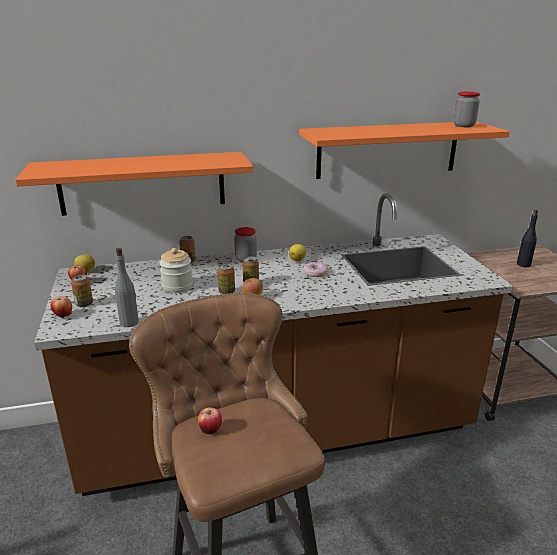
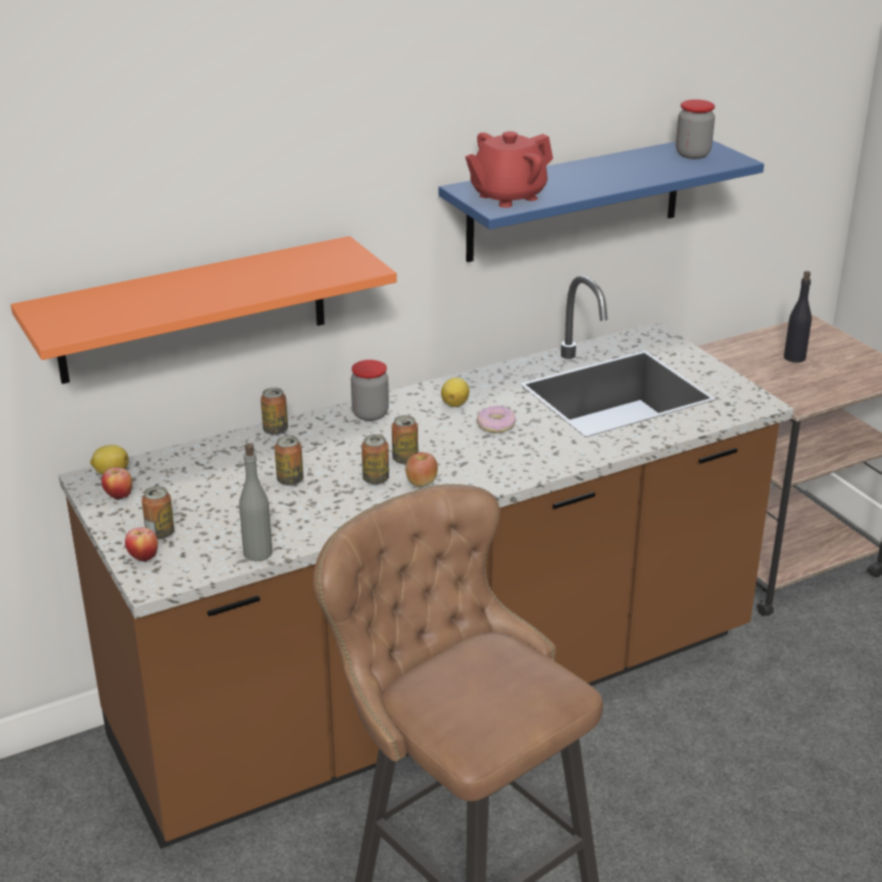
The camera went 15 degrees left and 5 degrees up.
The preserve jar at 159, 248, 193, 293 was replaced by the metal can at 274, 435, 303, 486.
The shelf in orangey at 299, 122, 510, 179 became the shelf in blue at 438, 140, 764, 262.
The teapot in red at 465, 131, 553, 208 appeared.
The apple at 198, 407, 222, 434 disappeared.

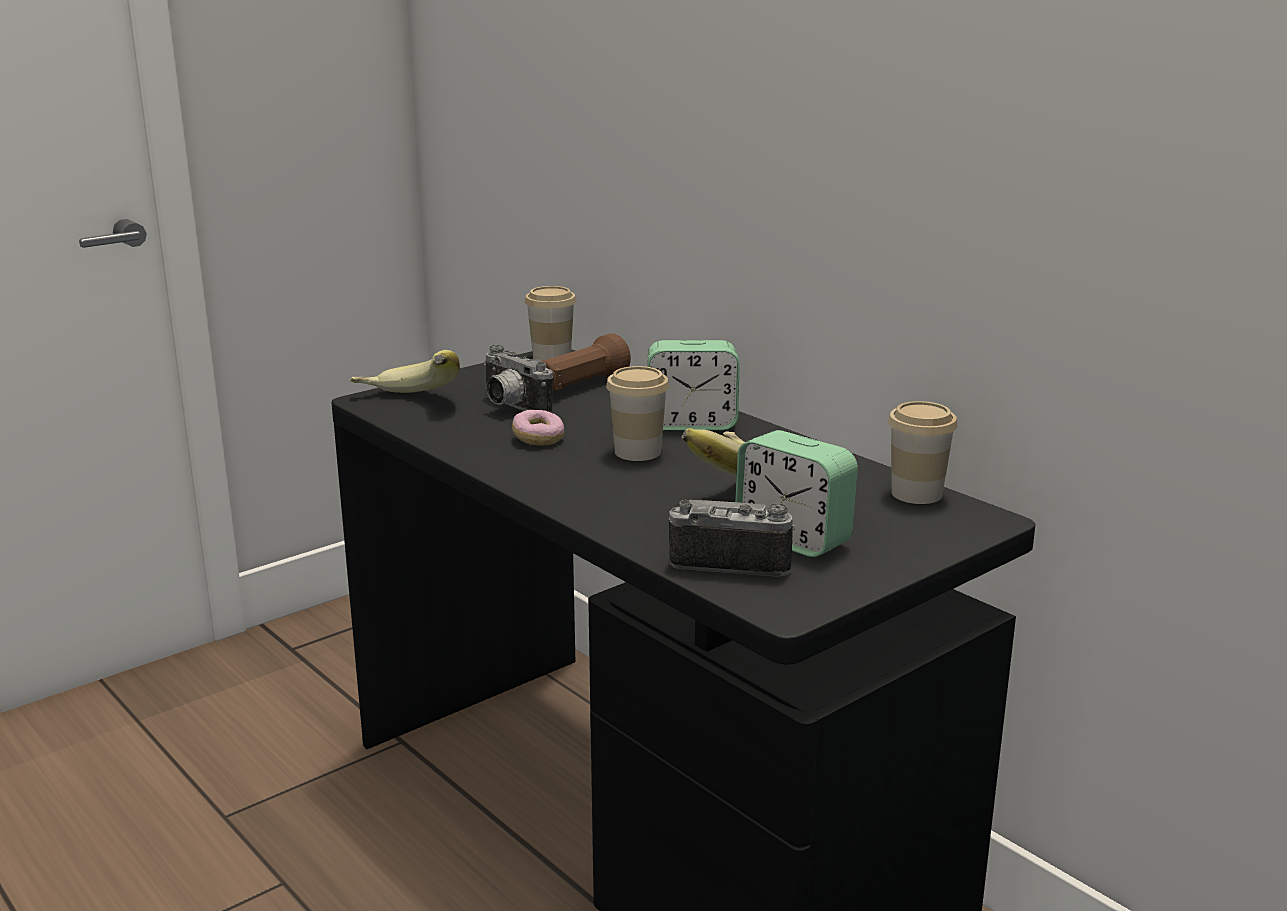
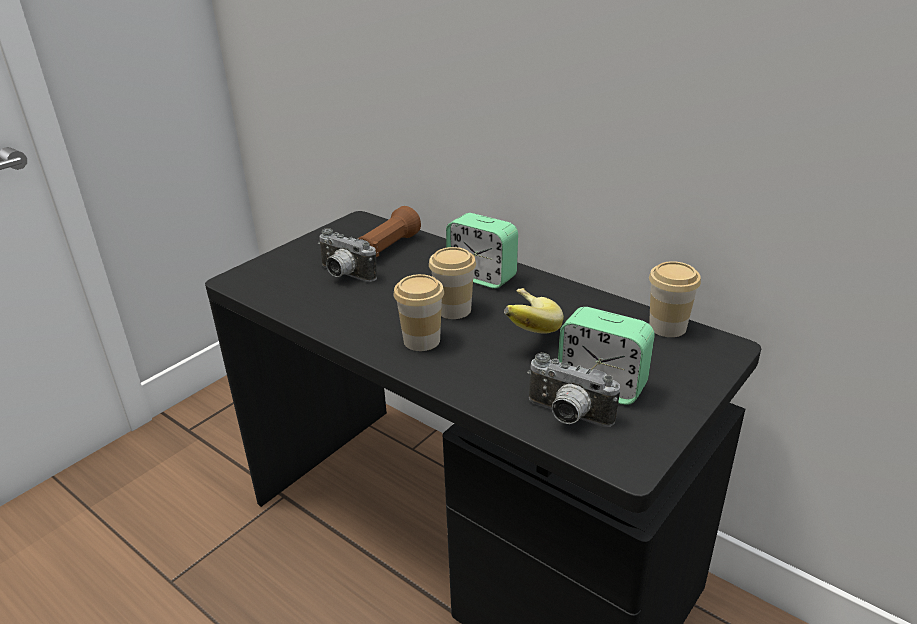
The camera went 10 degrees left and 10 degrees up.
The cup moved from 525, 286, 576, 361 to 393, 274, 444, 351.
The table clock at 647, 340, 740, 431 turned 45 degrees clockwise.
The still camera at 669, 500, 795, 577 turned 150 degrees counterclockwise.
The whole banana at 350, 350, 460, 393 disappeared.
The doughnut at 512, 410, 564, 446 disappeared.

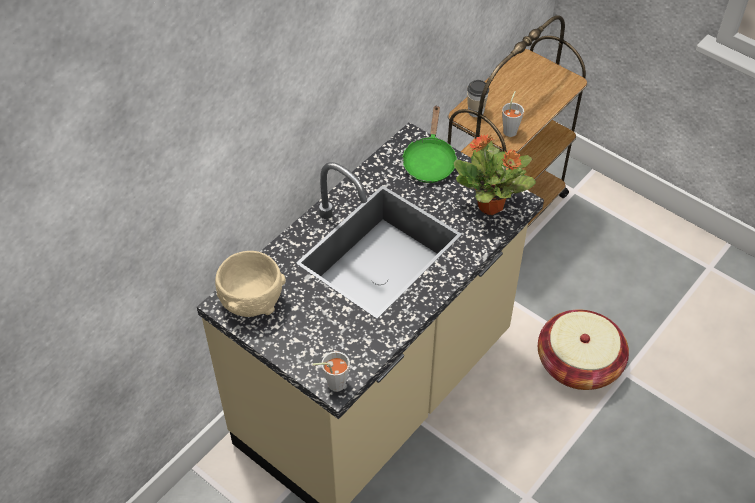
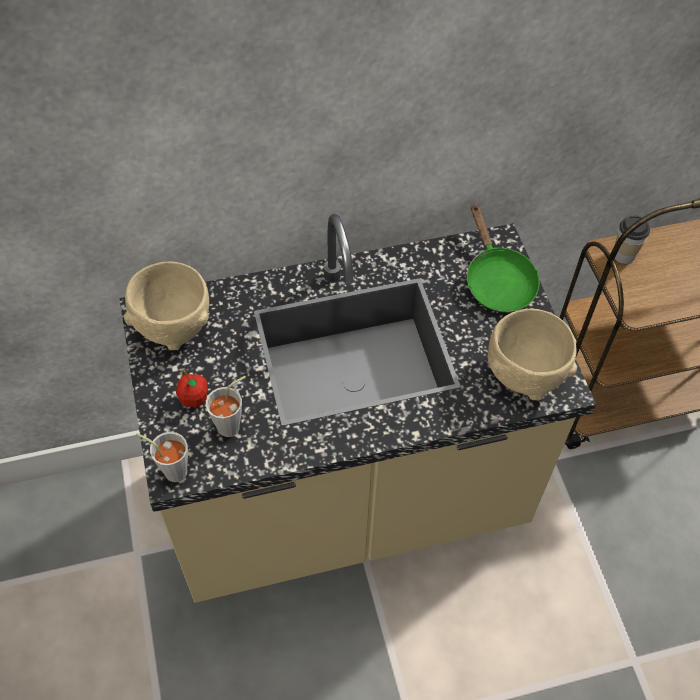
The camera went 35 degrees right and 5 degrees up.
The apple at 176, 370, 208, 407 appeared.
The cup in greyish moved from 502, 91, 524, 137 to 206, 376, 246, 437.
The frying pan in green at 402, 105, 457, 183 turned 60 degrees counterclockwise.
The houseplant at 454, 134, 536, 215 was replaced by the bowl in sand-coloured at 488, 308, 577, 400.
The basket at 538, 310, 629, 390 disappeared.

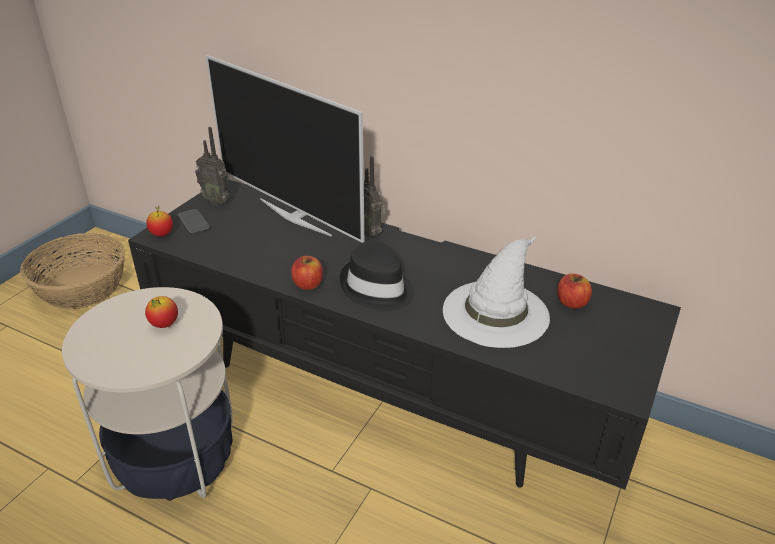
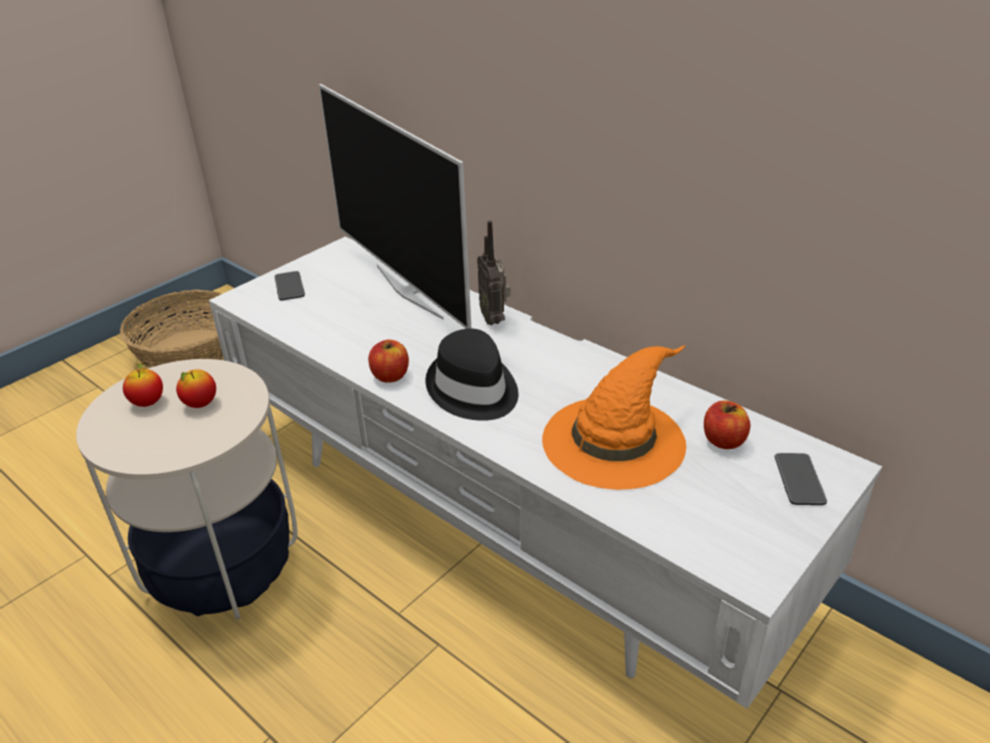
The camera went 15 degrees right and 0 degrees up.
The apple moved from 146, 206, 173, 237 to 123, 361, 163, 407.
The media console in black-coloured at 128, 179, 681, 490 became the media console in whitish at 209, 237, 882, 709.
The clothing hat in whitish at 443, 237, 550, 348 became the clothing hat in orangey at 542, 344, 686, 490.
The telephone at 775, 453, 827, 505 appeared.
The radio receiver at 195, 127, 229, 206 disappeared.

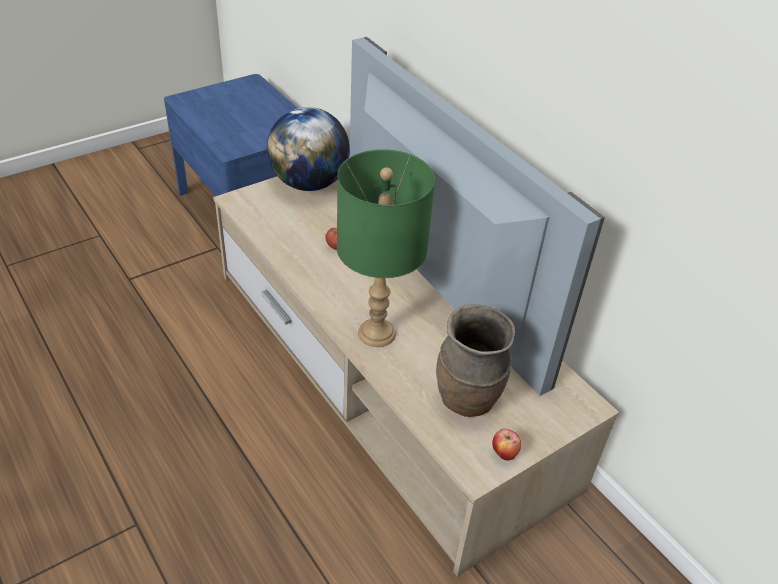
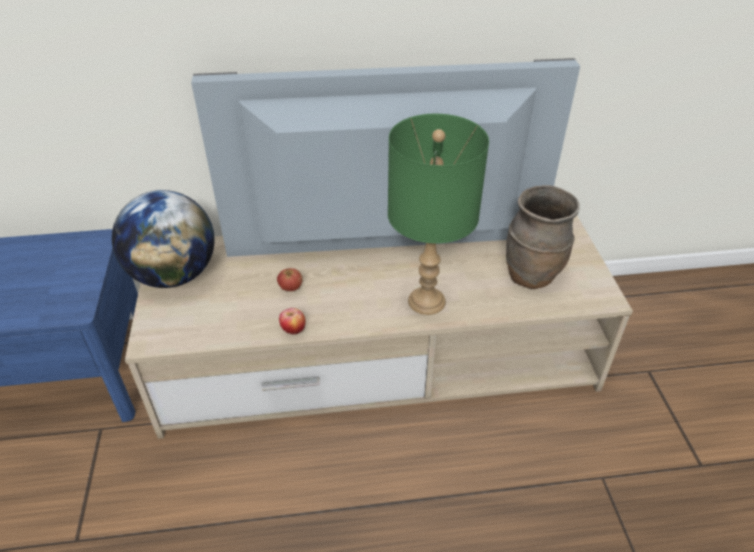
The camera went 60 degrees left and 0 degrees up.
The apple moved from 492, 429, 521, 460 to 279, 308, 306, 334.

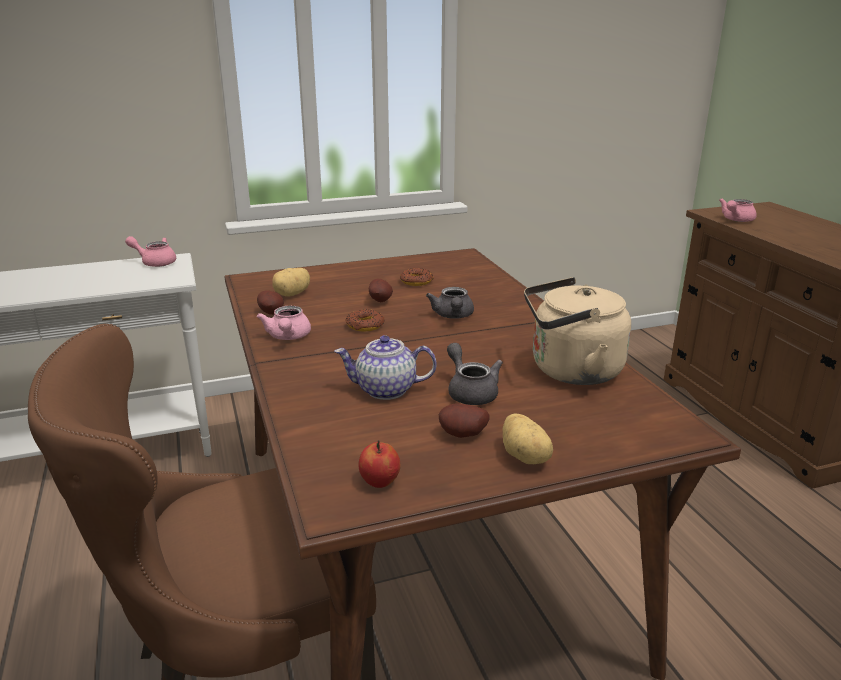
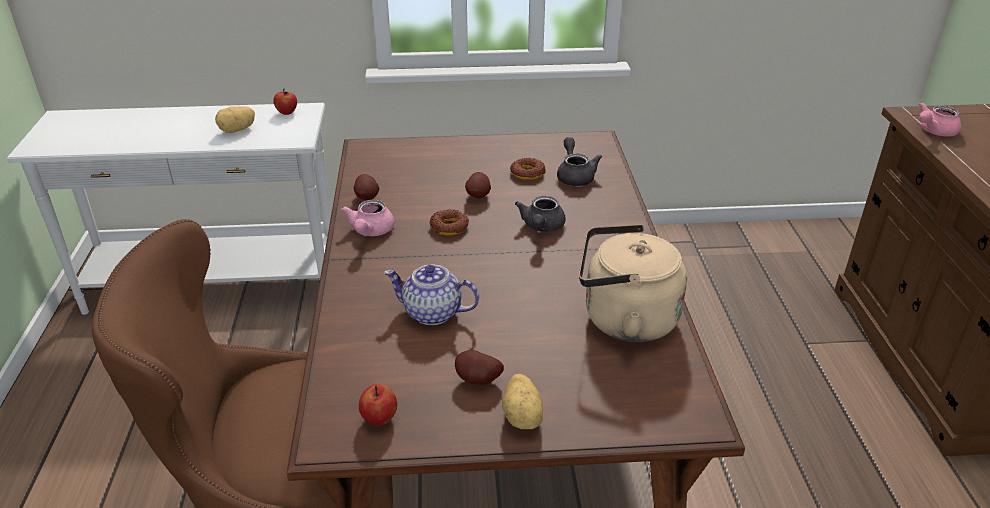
The camera went 15 degrees right and 10 degrees up.
The spud moved from 272, 268, 310, 297 to 215, 106, 255, 133.
The teapot in pinkish at 125, 236, 176, 267 was replaced by the apple at 273, 88, 297, 115.
The teapot in greyish moved from 447, 343, 503, 405 to 557, 137, 602, 186.

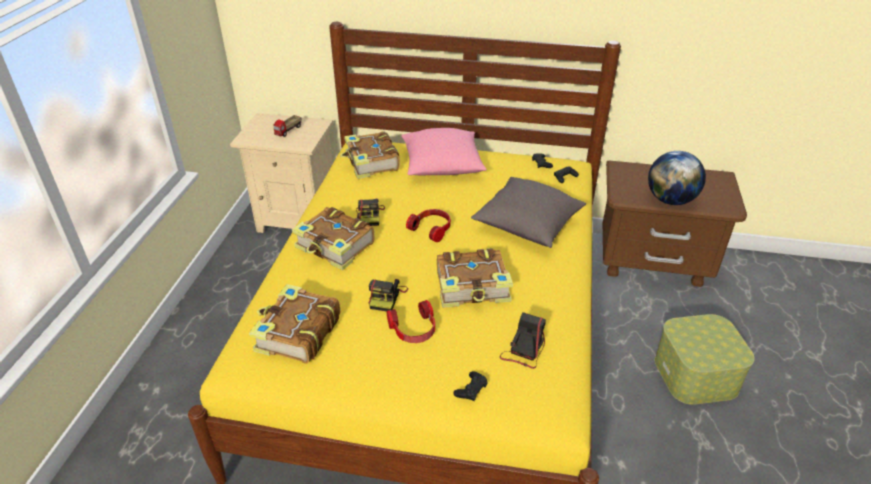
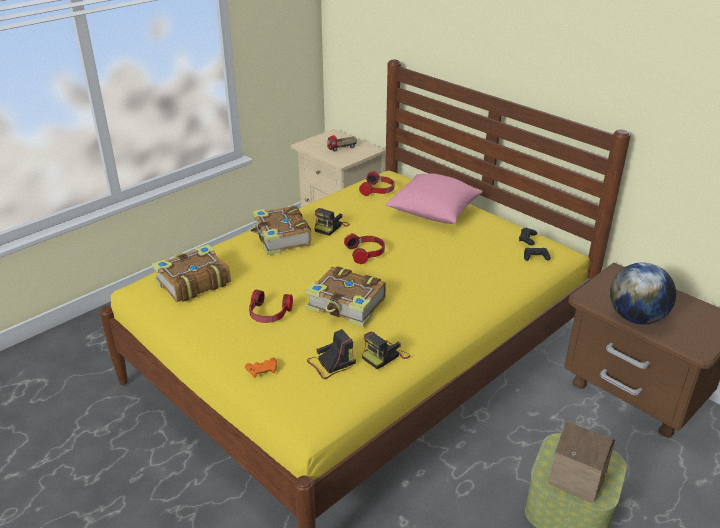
The camera went 35 degrees right and 5 degrees down.
The game controller in black-coloured at 453, 371, 488, 401 became the game controller in orangey at 245, 358, 277, 378.
The bound book at 340, 131, 400, 179 was replaced by the headset at 359, 171, 395, 196.
The still camera moved from 369, 279, 408, 312 to 362, 331, 410, 369.
The toy house at 548, 421, 615, 503 appeared.
The pillow in greyish at 471, 177, 586, 248 disappeared.

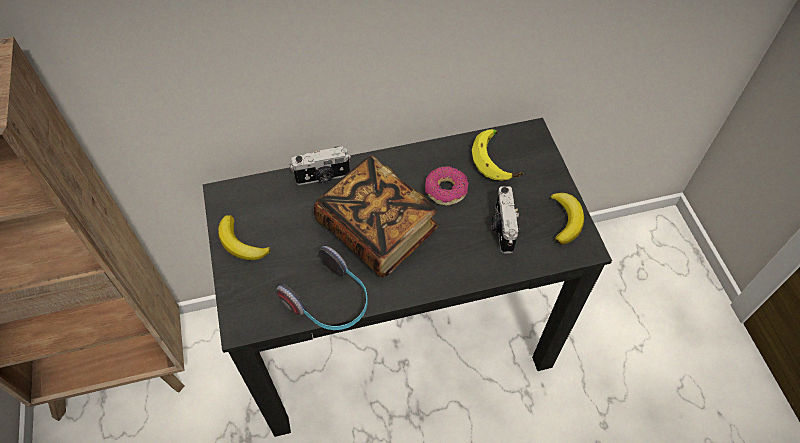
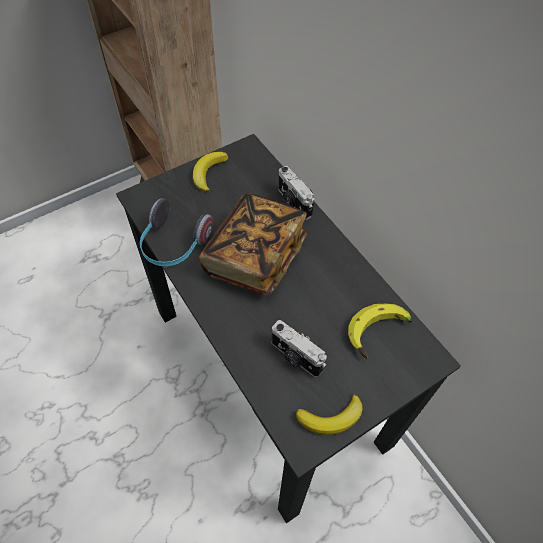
The camera went 70 degrees right and 0 degrees up.
The still camera at 491, 186, 519, 254 turned 120 degrees counterclockwise.
The doughnut at 425, 166, 469, 205 disappeared.

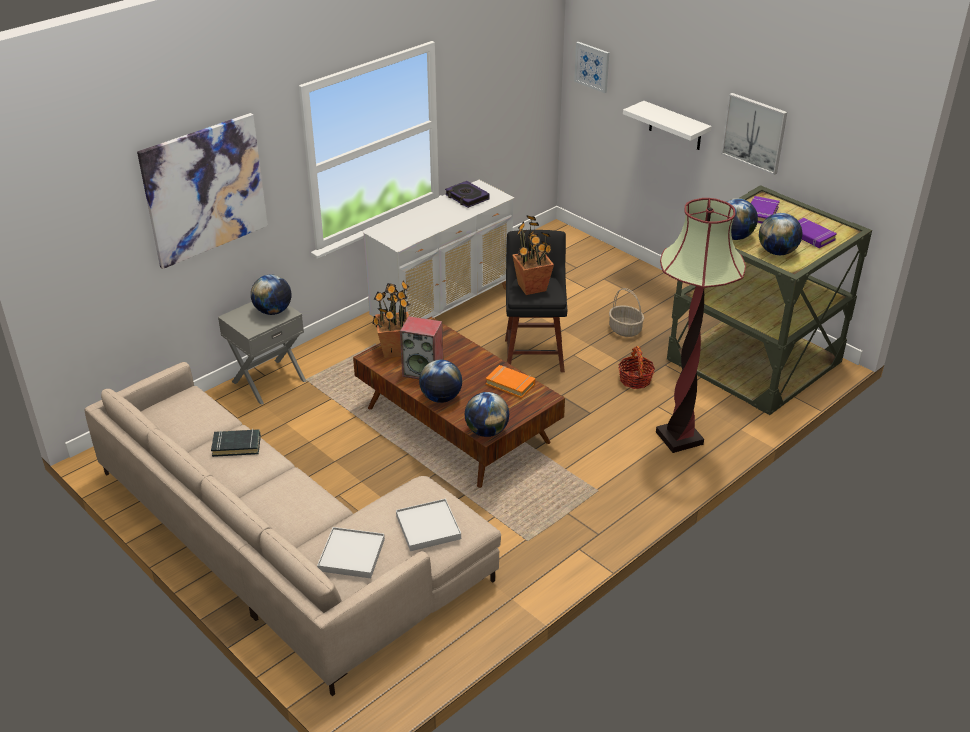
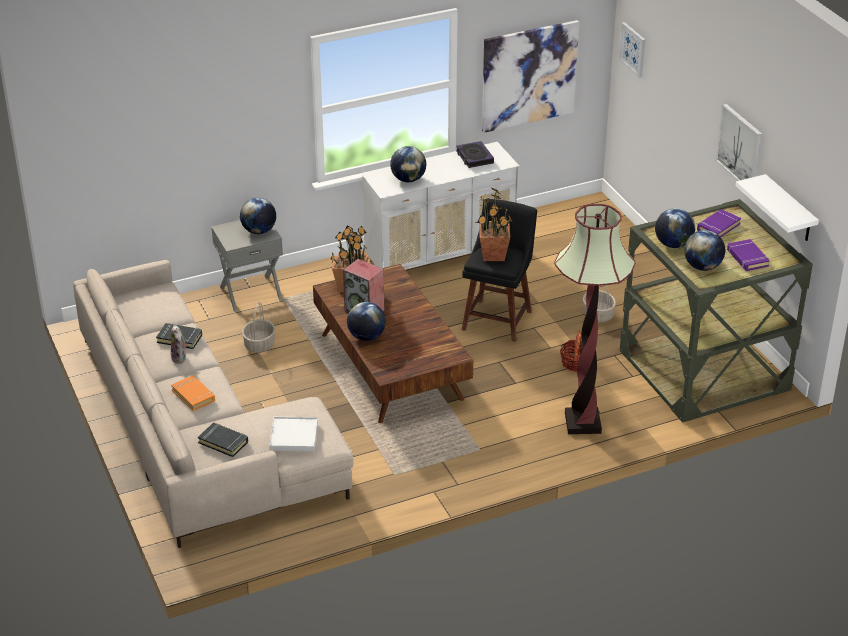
The camera went 20 degrees right and 0 degrees up.
The plush toy at 170, 325, 187, 364 appeared.
The bound book in orangey moved from 486, 365, 535, 398 to 171, 375, 215, 411.
The serving tray in whitish at 317, 527, 385, 578 was replaced by the bound book in black-coloured at 198, 422, 248, 457.
The basket at 242, 303, 275, 353 appeared.
The desk globe moved from 464, 392, 509, 437 to 390, 146, 426, 182.
The picture moved from 137, 113, 268, 269 to 482, 20, 579, 133.
The shelf in whitish moved from 623, 101, 712, 150 to 736, 174, 819, 241.

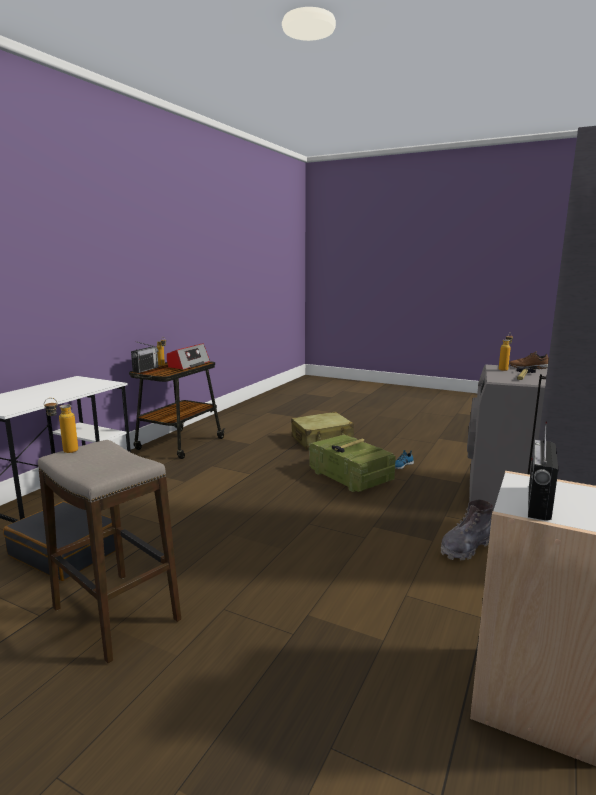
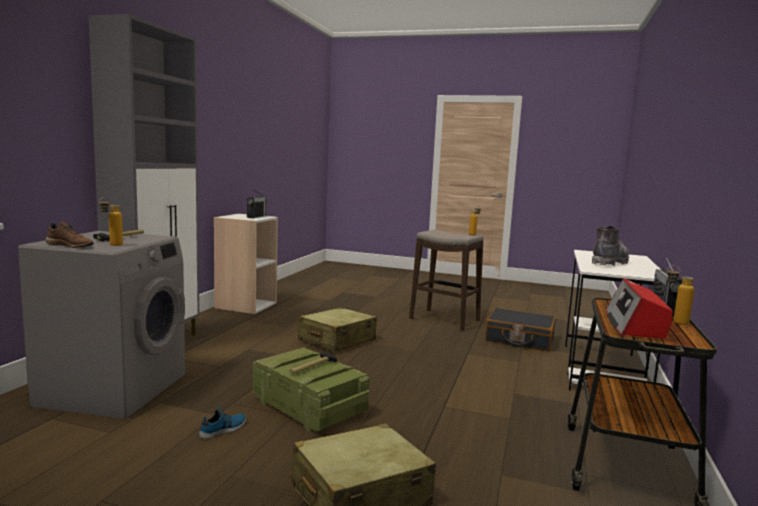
The camera went 170 degrees right and 5 degrees down.
The suitcase in sand-coloured at 298, 307, 377, 352 appeared.
The tall boot in greyish moved from 441, 499, 493, 560 to 592, 225, 629, 266.

